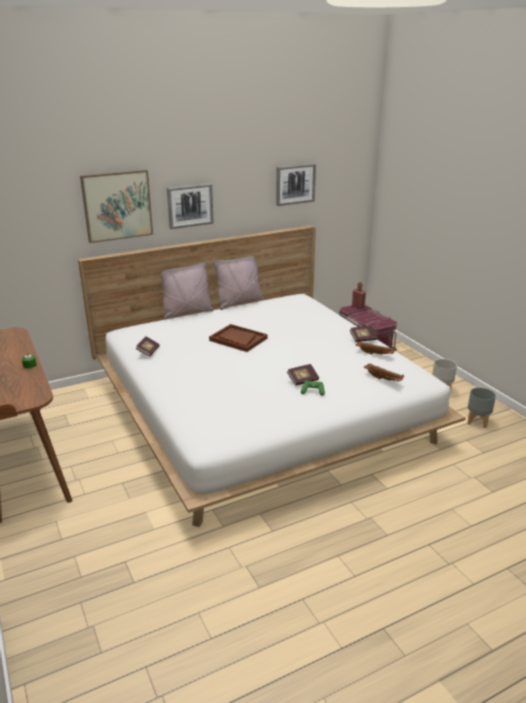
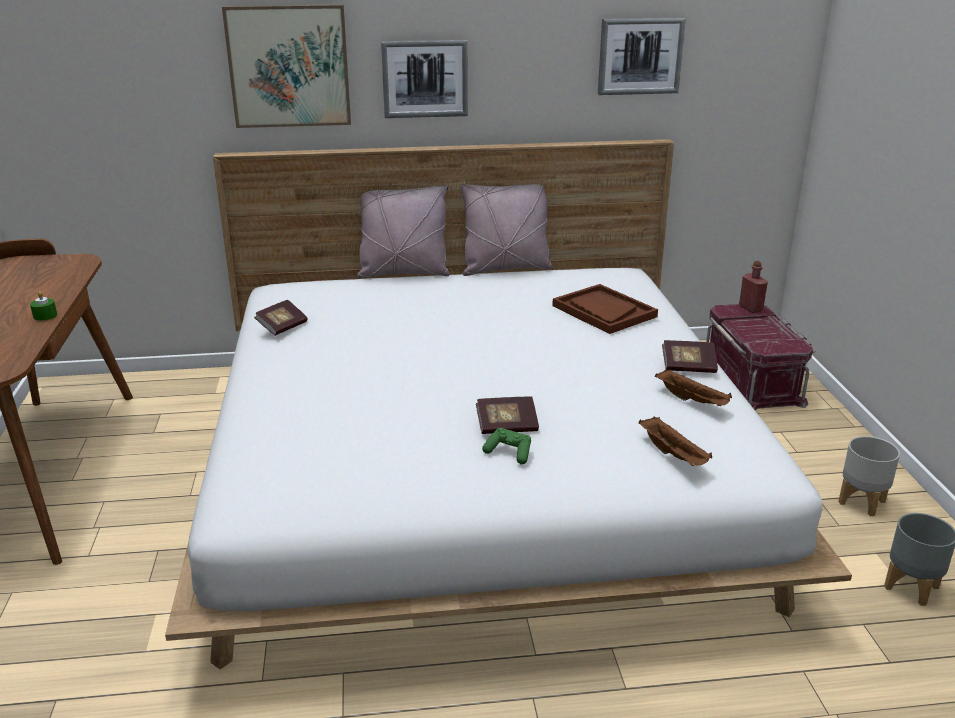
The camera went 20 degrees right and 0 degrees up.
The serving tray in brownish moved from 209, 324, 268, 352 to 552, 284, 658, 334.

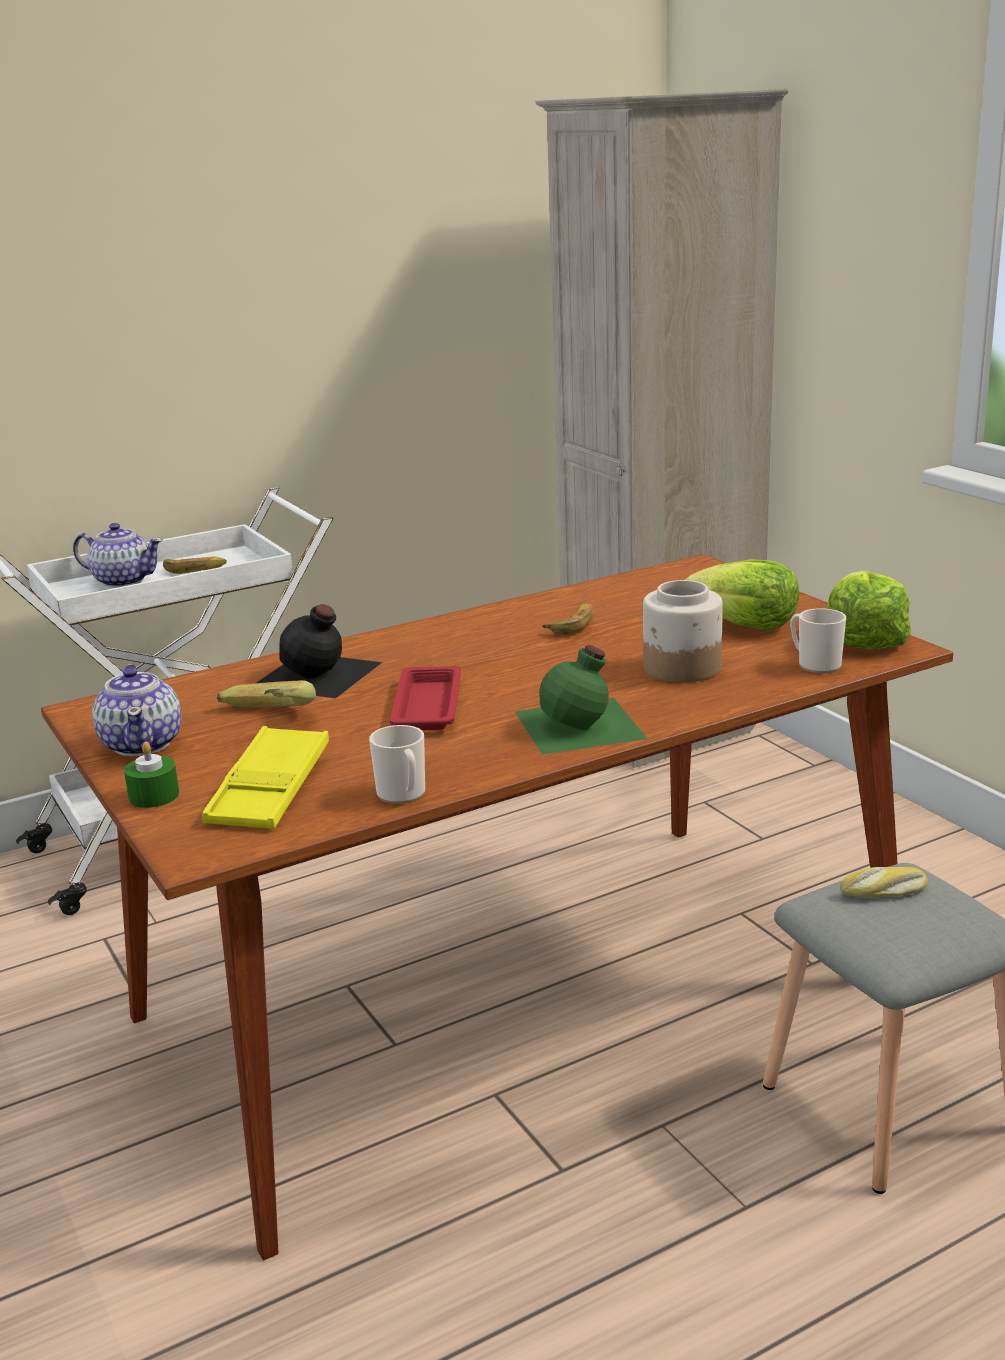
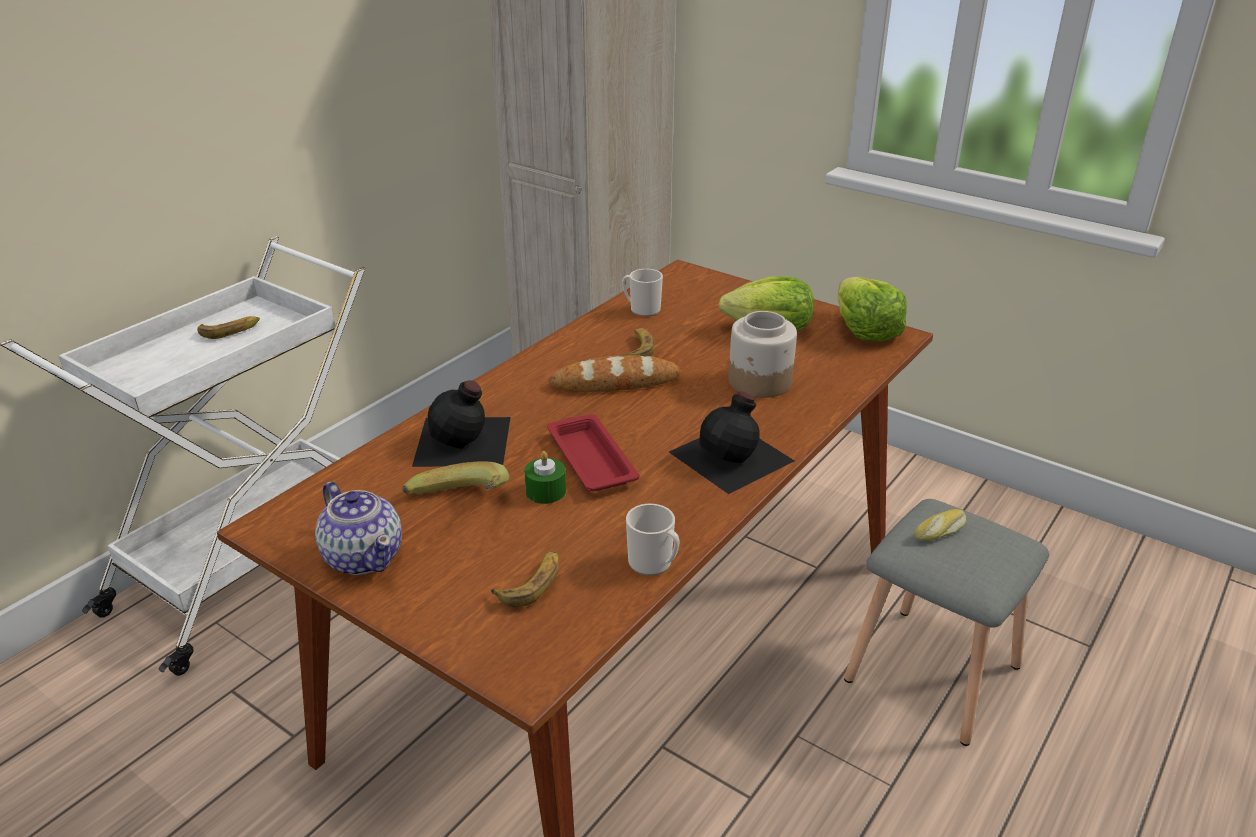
The camera went 25 degrees left and 10 degrees up.
The serving tray in yellow at 202, 726, 329, 829 was replaced by the whole banana at 491, 552, 559, 607.
The candle in green moved from 124, 742, 179, 808 to 524, 451, 566, 504.
The bread at 549, 355, 681, 392 appeared.
The tea mug moved from 791, 608, 846, 673 to 622, 269, 663, 317.
The bottle in green at 515, 645, 647, 754 became the bottle in black-coloured at 669, 391, 795, 494.
The teapot at 73, 523, 163, 588 disappeared.

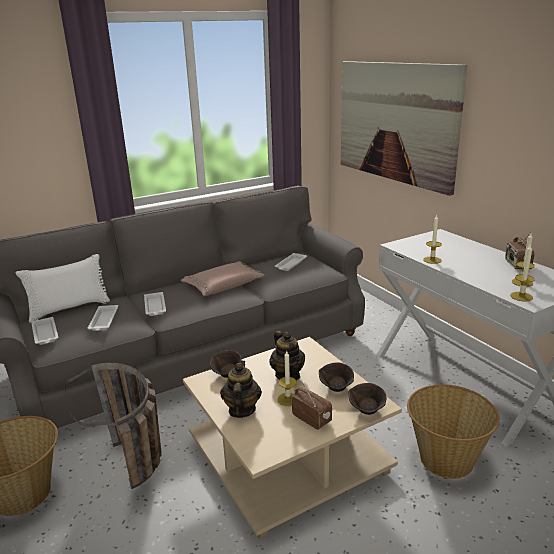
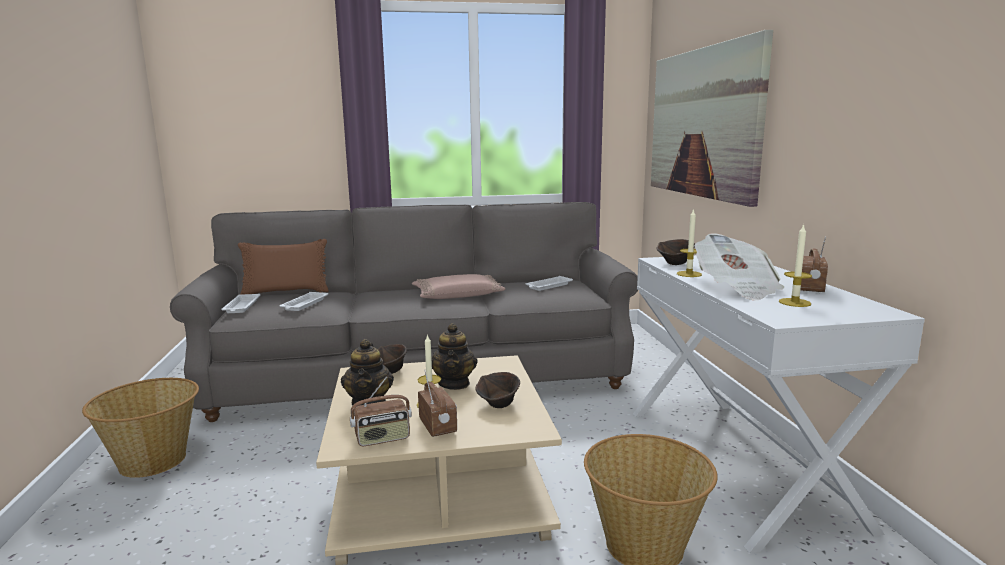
The camera went 20 degrees right and 10 degrees down.
The pillow in whitish at 16, 254, 110, 323 became the pillow in brownish at 238, 239, 329, 295.
The teapot at 220, 361, 262, 418 turned 150 degrees clockwise.
The radio receiver at 350, 376, 412, 446 appeared.
The bowl in brownish moved from 349, 383, 386, 415 to 656, 239, 695, 265.
The printed paper at 695, 233, 784, 301 appeared.
The basket at 65, 363, 162, 489 disappeared.
The serving tray in whitish at 144, 292, 166, 316 disappeared.
The candle at 510, 244, 535, 302 disappeared.

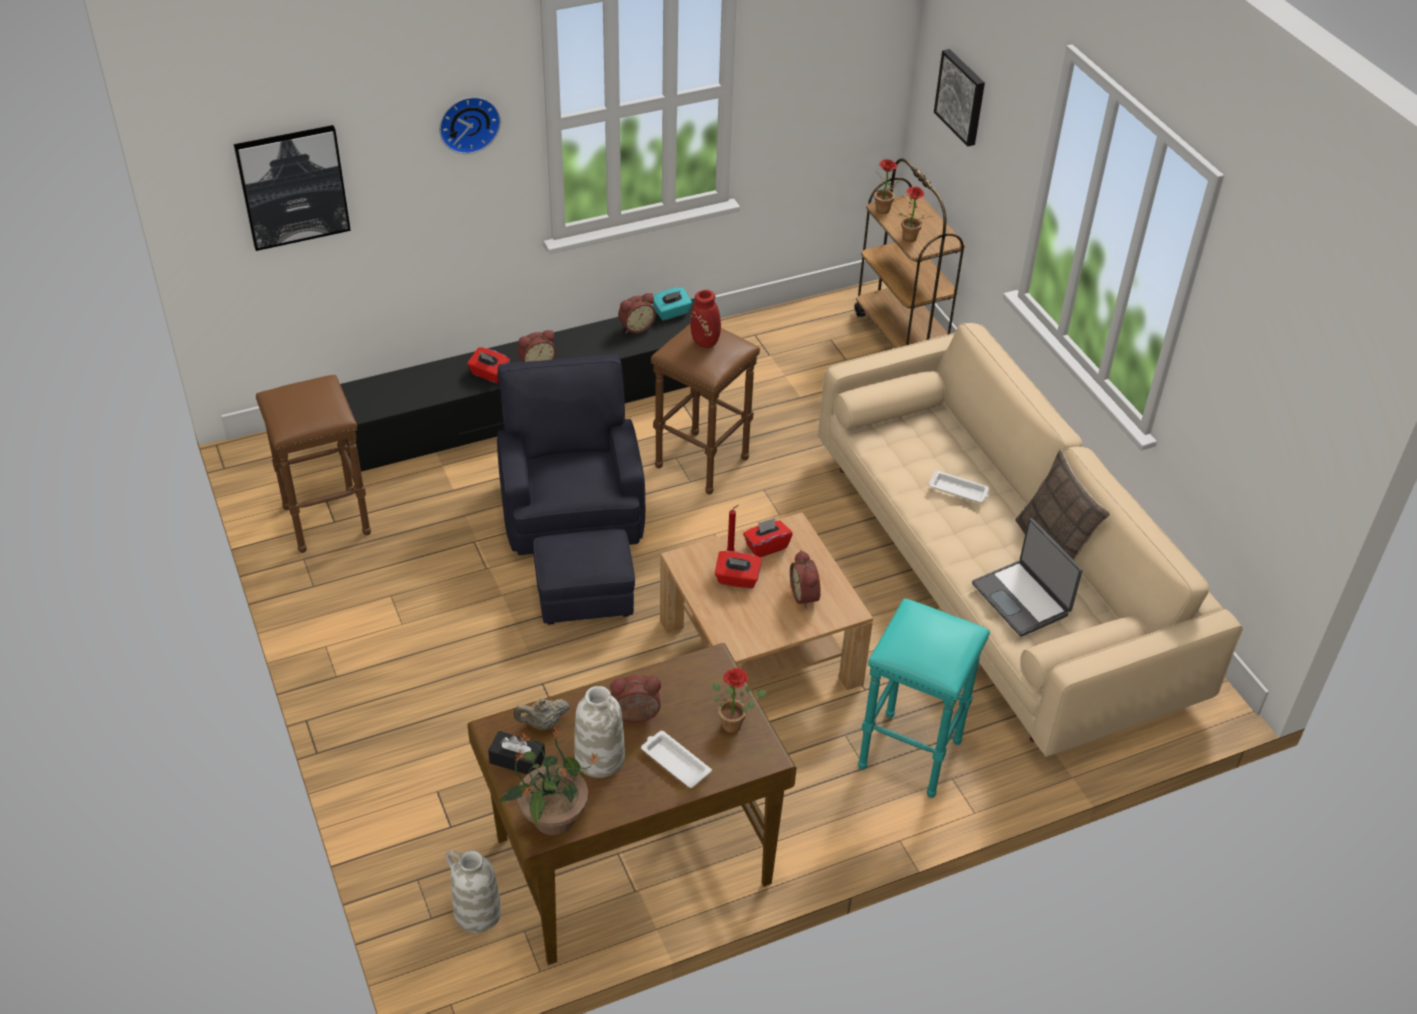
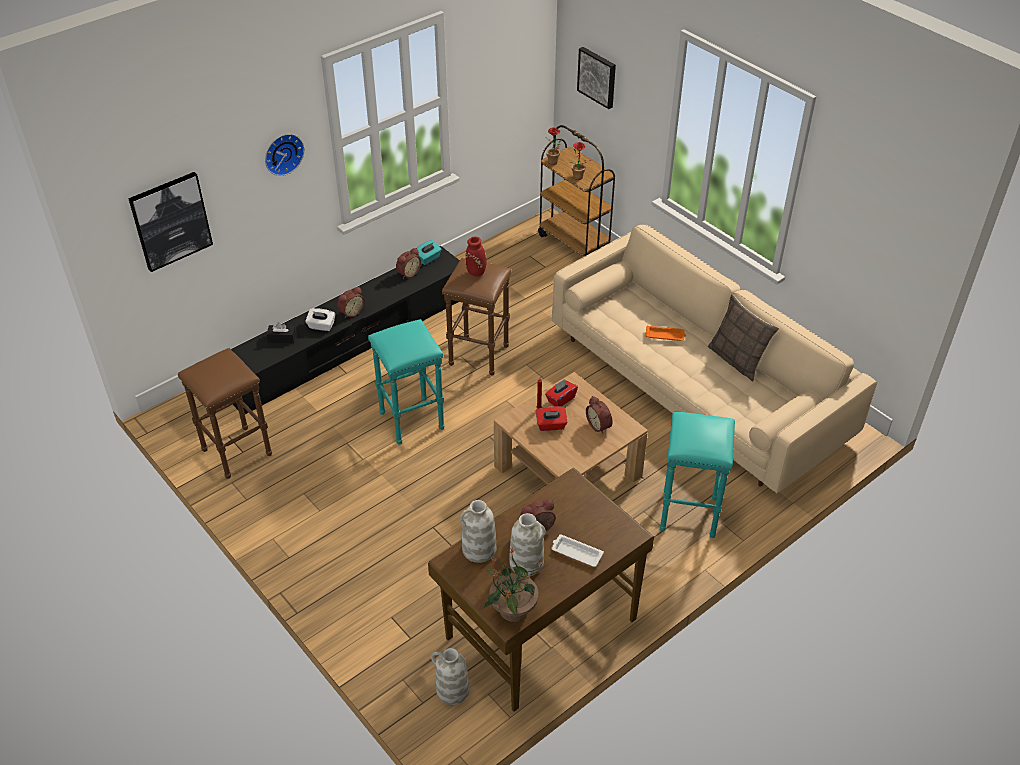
The camera went 15 degrees left and 0 degrees up.
The box of tissues in black-coloured moved from 488, 731, 545, 774 to 266, 322, 296, 343.
The box of tissues in red at 467, 347, 510, 383 became the box of tissues in whitish at 305, 308, 335, 331.
The lounge chair in black-coloured at 497, 354, 645, 625 was replaced by the stool seat in turquoise at 368, 319, 444, 445.
The teapot in sand-coloured at 514, 698, 570, 730 was replaced by the flower vase in whitish at 460, 500, 496, 563.
The serving tray in whitish at 929, 470, 989, 503 became the serving tray in orangey at 646, 325, 686, 341.
The houseplant at 713, 668, 767, 733 disappeared.
The laptop at 972, 518, 1083, 637 disappeared.

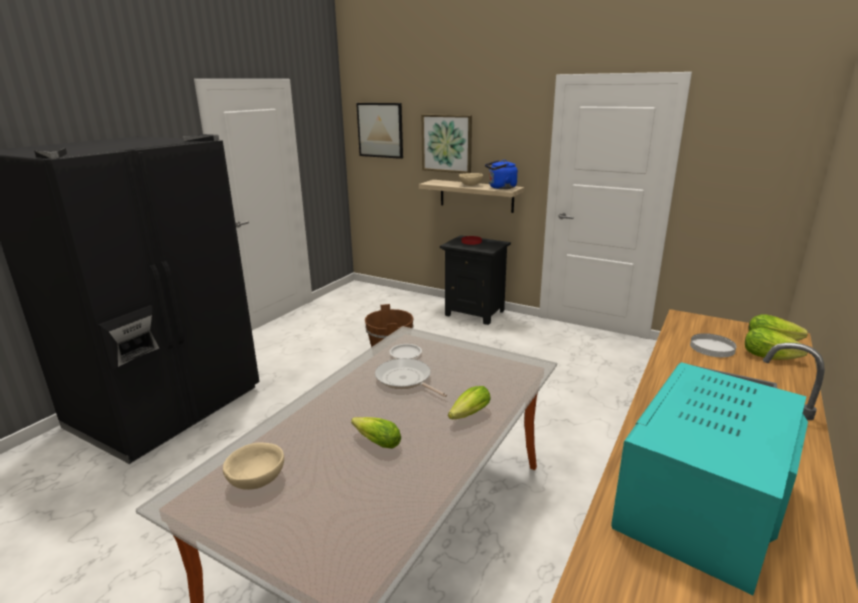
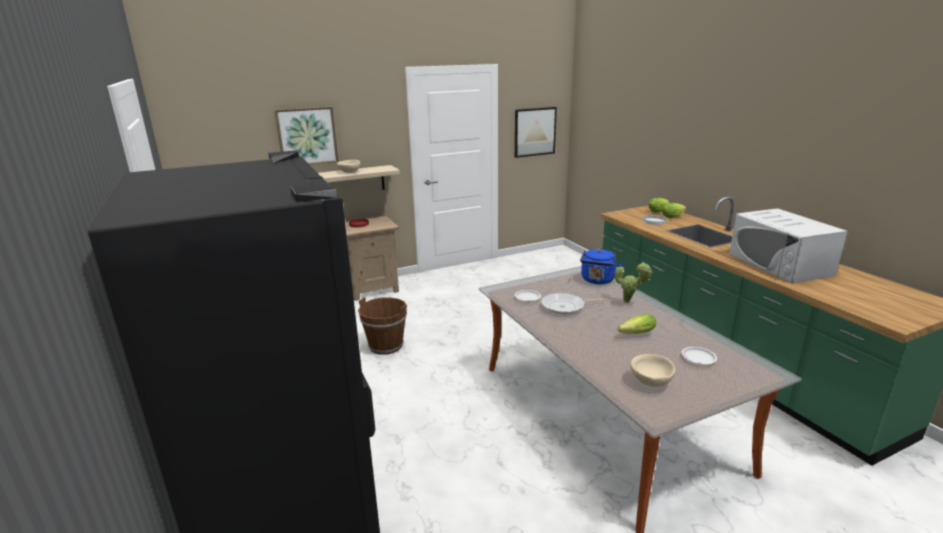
The camera went 55 degrees left and 0 degrees up.
The bedside table in black-coloured at 440, 235, 511, 325 became the bedside table in sand-coloured at 345, 216, 399, 301.
The picture moved from 356, 103, 403, 159 to 515, 107, 557, 158.
The water kettle in blue moved from 485, 160, 518, 189 to 580, 249, 624, 284.
The lettuce head at 448, 386, 491, 419 was replaced by the houseplant at 615, 262, 652, 303.
The plate in whitish at 682, 347, 717, 365 appeared.
The microwave oven in turquoise at 611, 362, 808, 595 became the microwave oven in whitish at 729, 208, 847, 283.

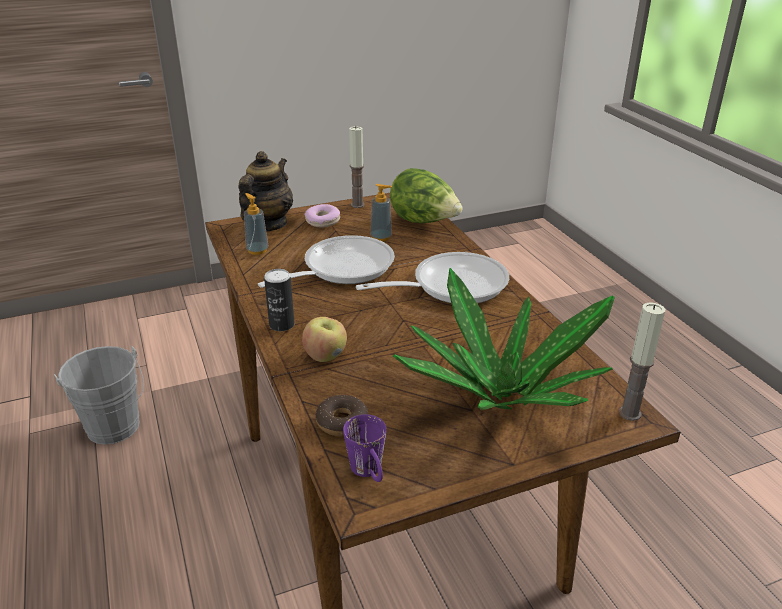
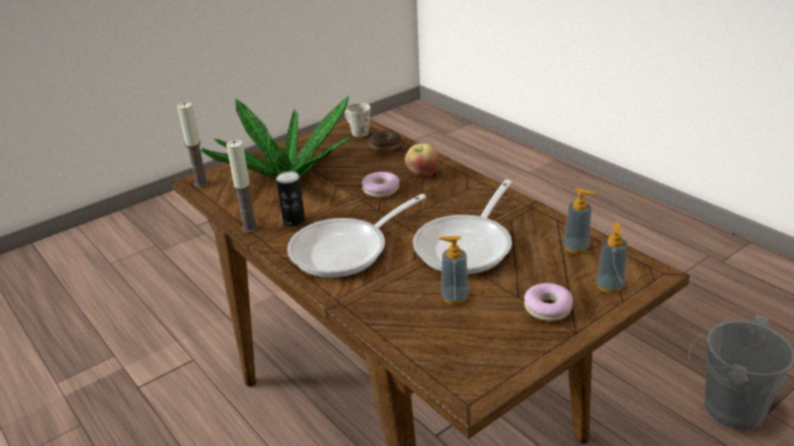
The camera went 165 degrees right and 0 degrees up.
The candle moved from 349, 126, 365, 208 to 226, 140, 258, 233.
The metal can moved from 264, 269, 295, 331 to 276, 171, 305, 227.
The tea mug in purplish at 343, 414, 387, 482 became the tea mug in whitish at 345, 103, 370, 137.
The doughnut at 362, 172, 400, 198 appeared.
The teapot at 239, 151, 293, 231 was replaced by the soap dispenser at 596, 222, 627, 293.
The lettuce head at 390, 168, 463, 223 disappeared.

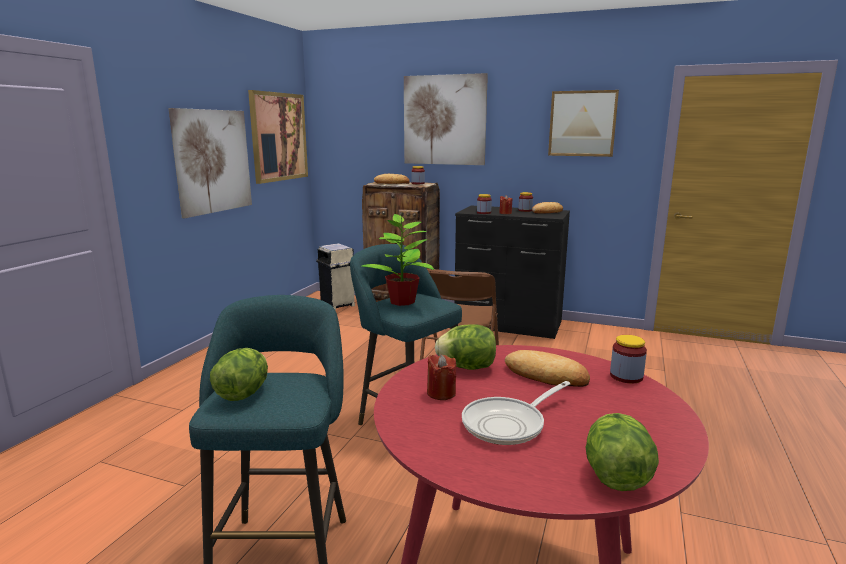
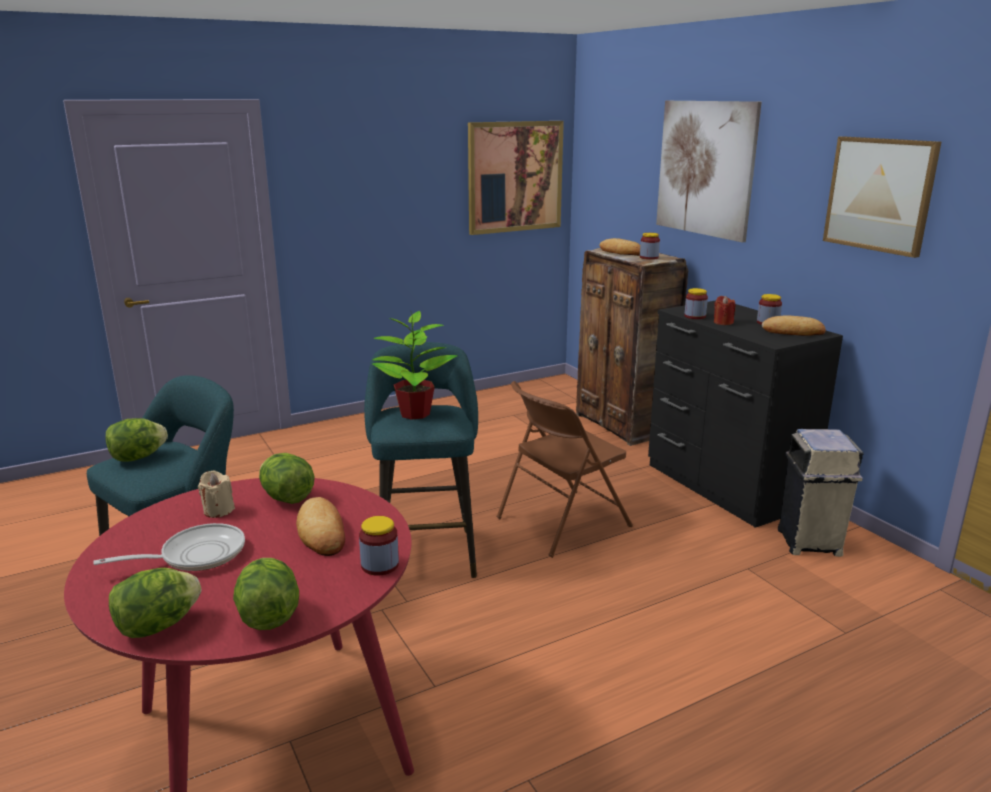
The camera went 40 degrees right and 5 degrees up.
The frying pan at 462, 381, 570, 445 turned 150 degrees clockwise.
The candle in red at 427, 354, 456, 400 became the candle in sand-coloured at 198, 471, 235, 518.
The lettuce head at 233, 558, 299, 630 appeared.
The waste bin in sand-coloured moved from 316, 243, 355, 310 to 778, 429, 864, 557.
The picture at 168, 108, 252, 218 disappeared.

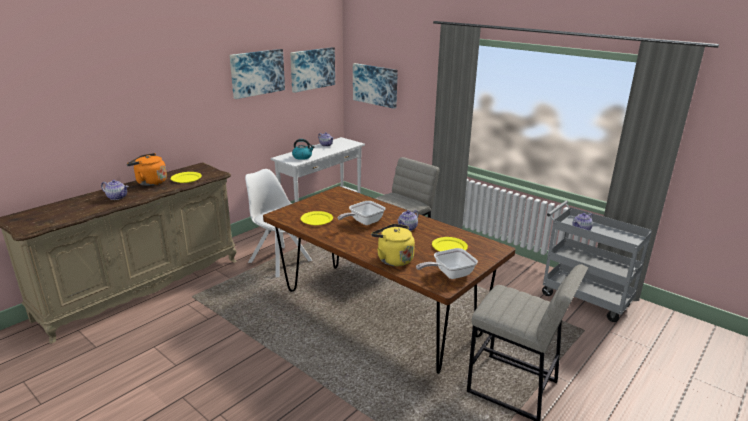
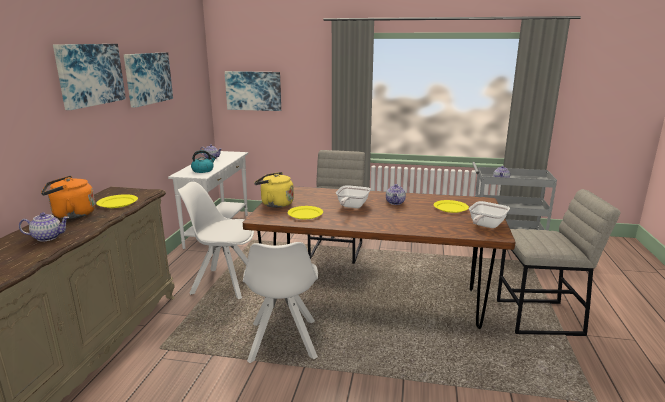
The camera went 30 degrees left and 5 degrees down.
The picture moved from 290, 47, 335, 93 to 53, 44, 126, 110.
The upright chair in whitish at 243, 242, 318, 363 appeared.
The water kettle in yellow moved from 371, 224, 415, 266 to 254, 172, 294, 208.

